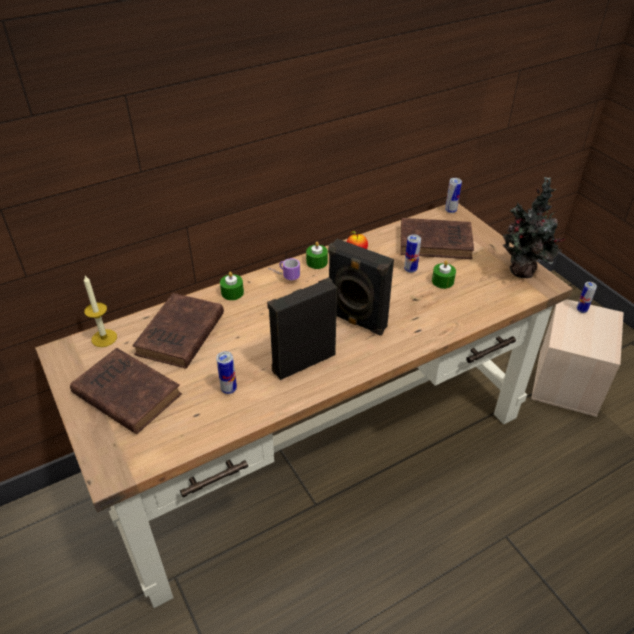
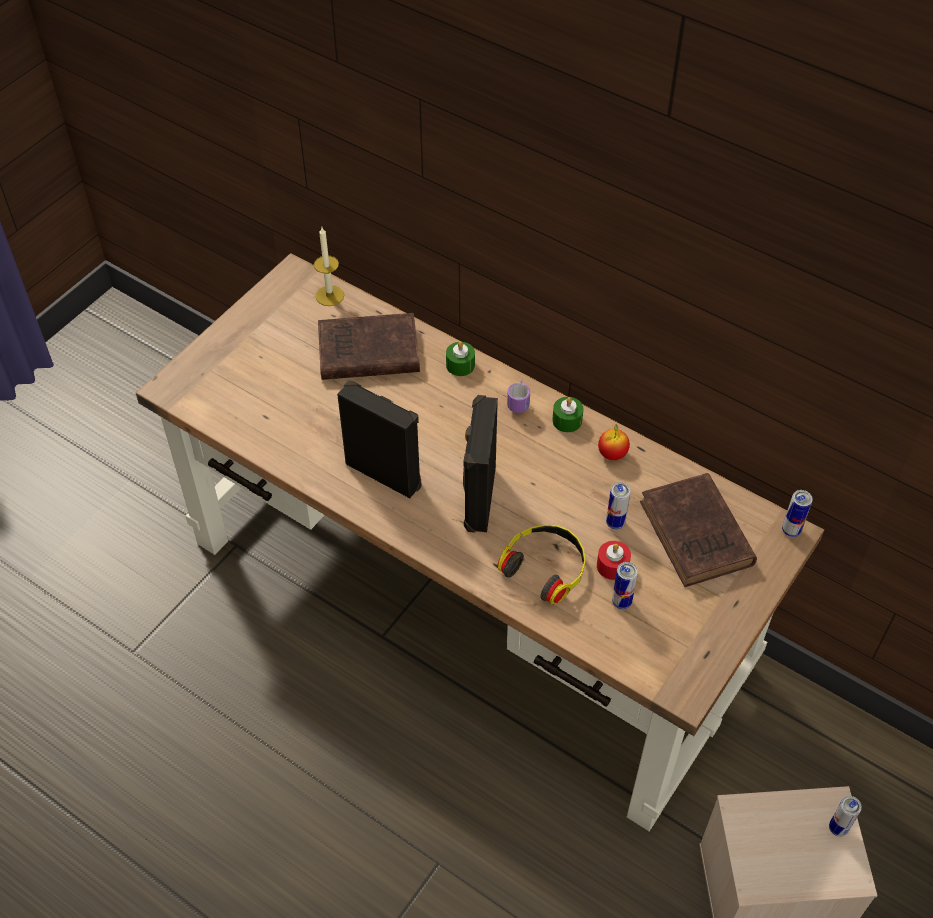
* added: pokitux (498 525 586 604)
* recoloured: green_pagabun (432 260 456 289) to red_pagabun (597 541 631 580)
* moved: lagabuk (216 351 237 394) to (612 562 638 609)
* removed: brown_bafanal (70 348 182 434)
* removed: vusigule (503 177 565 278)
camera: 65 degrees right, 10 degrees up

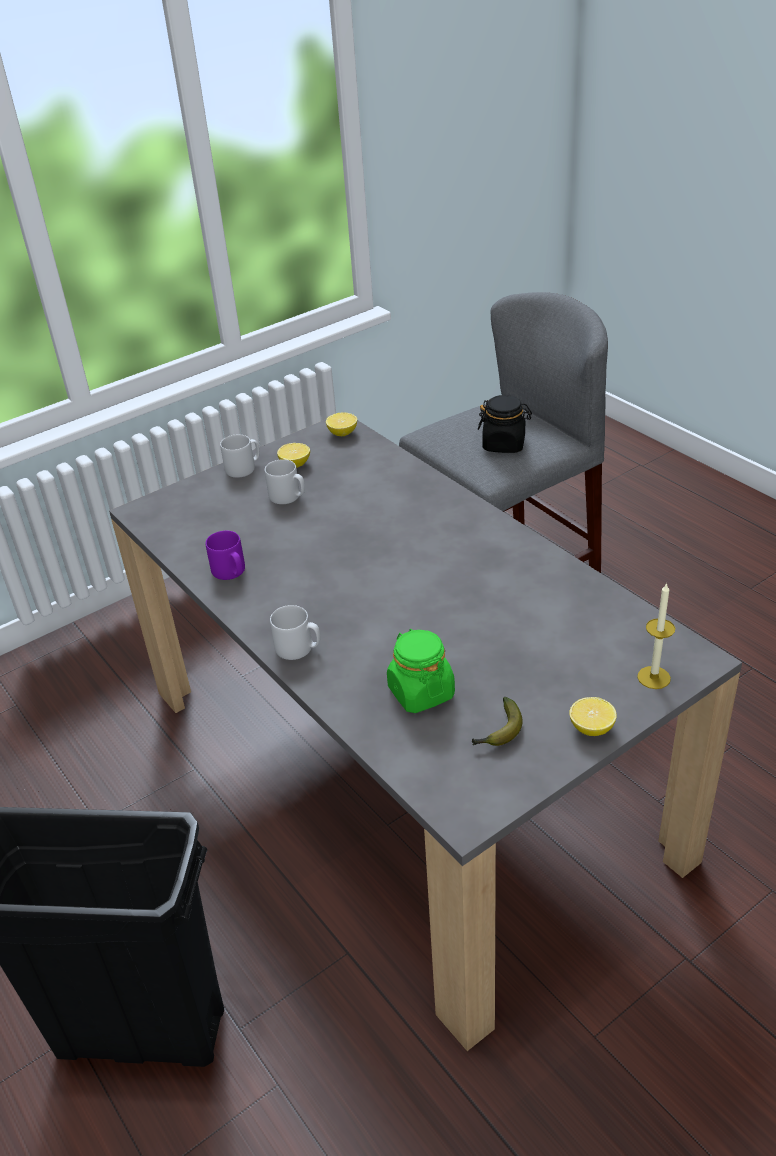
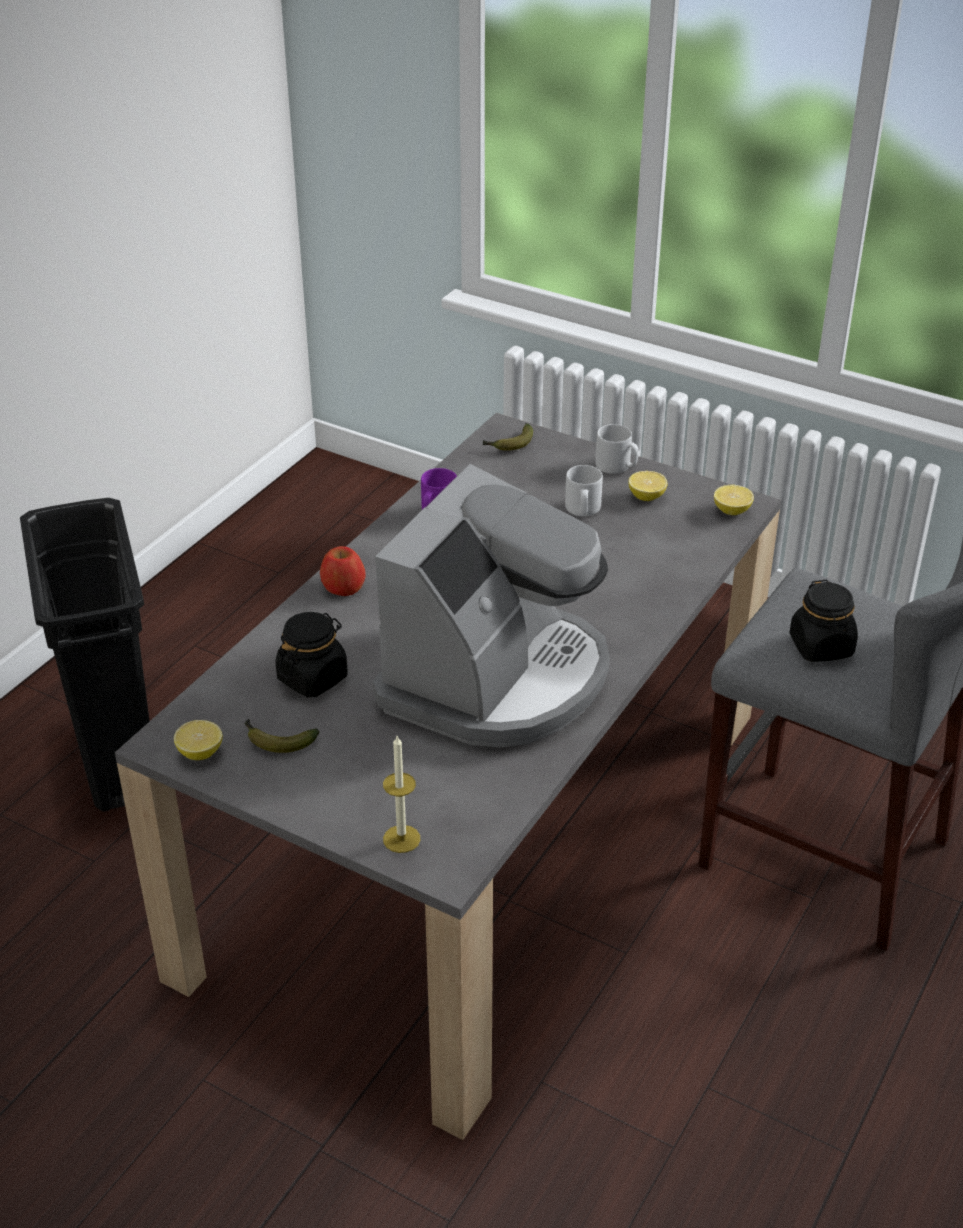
* moved: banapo (569 697 617 736) to (174 720 223 760)
* recoloured: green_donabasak (387 629 455 713) to black_donabasak (276 612 348 697)
* replaced: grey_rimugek (270 605 320 660) to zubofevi (320 546 366 596)
* added: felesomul (373 464 610 747)
* added: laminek (482 423 533 451)
camera: 65 degrees right, 0 degrees up

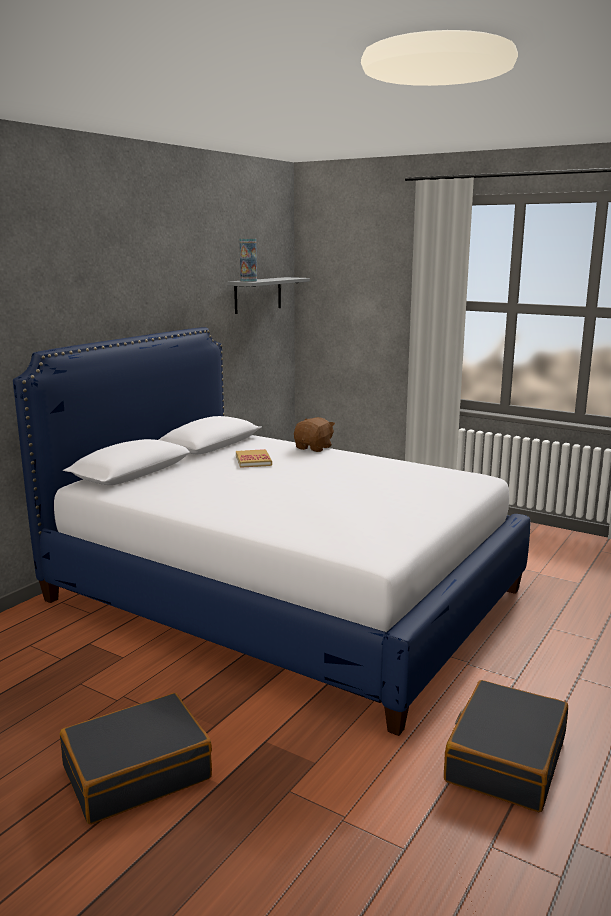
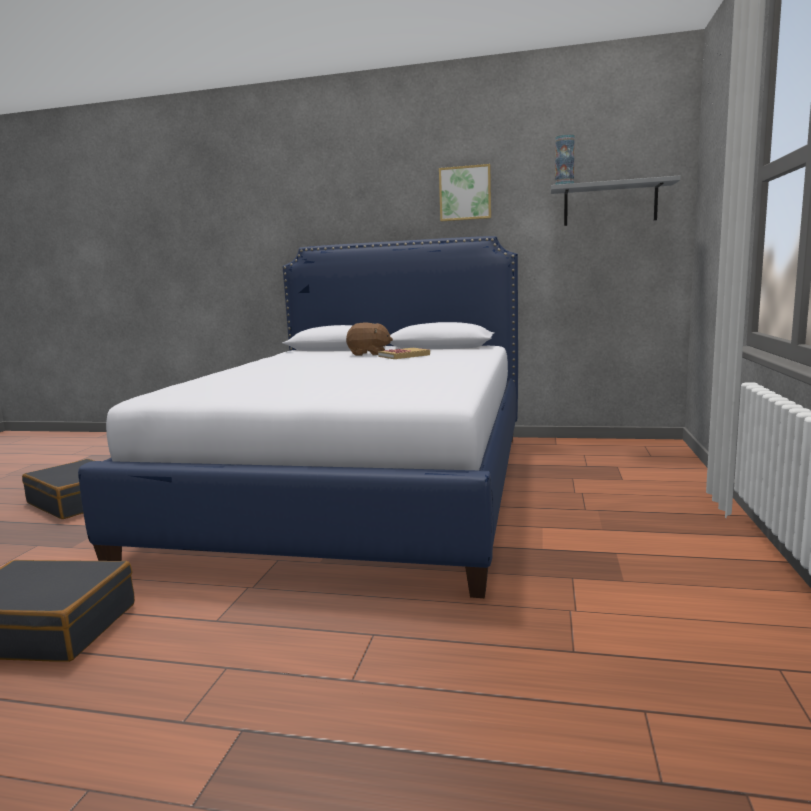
* moved: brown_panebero (294 417 335 452) to (346 322 393 356)
* added: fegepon (439 164 491 221)
camera: 70 degrees right, 5 degrees down

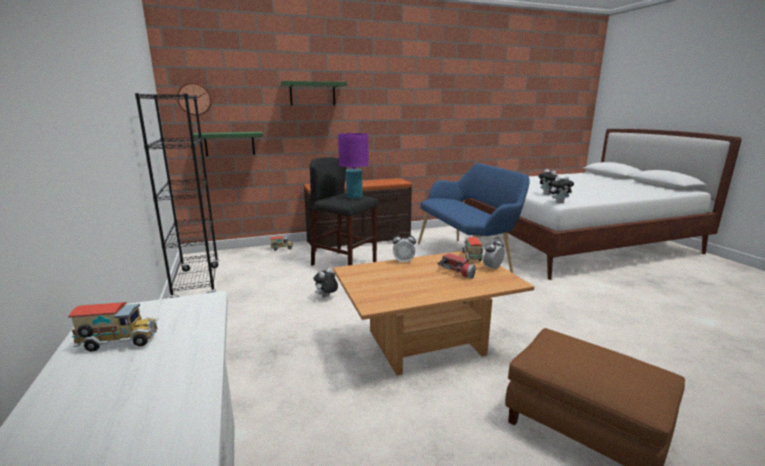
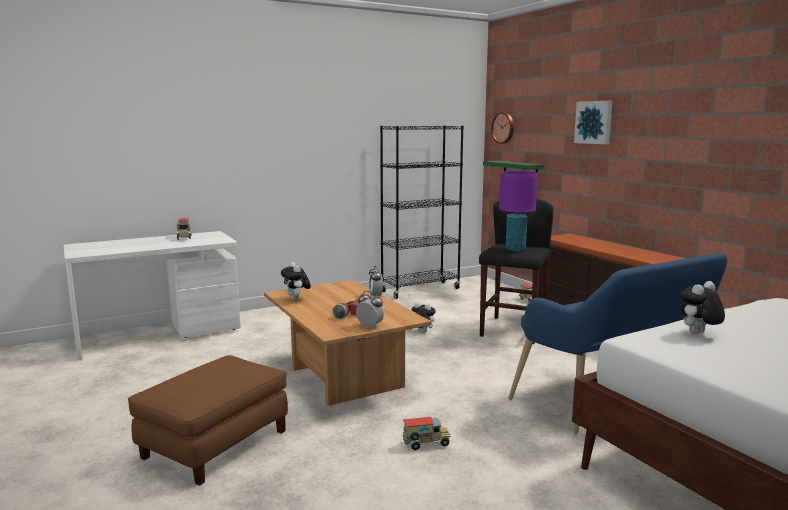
* moved: panebero (549 176 574 203) to (281 262 311 300)
* moved: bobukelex (462 237 483 262) to (403 417 451 450)
* replaced: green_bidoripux (281 81 347 106) to fegepon (574 101 612 144)
camera: 80 degrees right, 5 degrees down

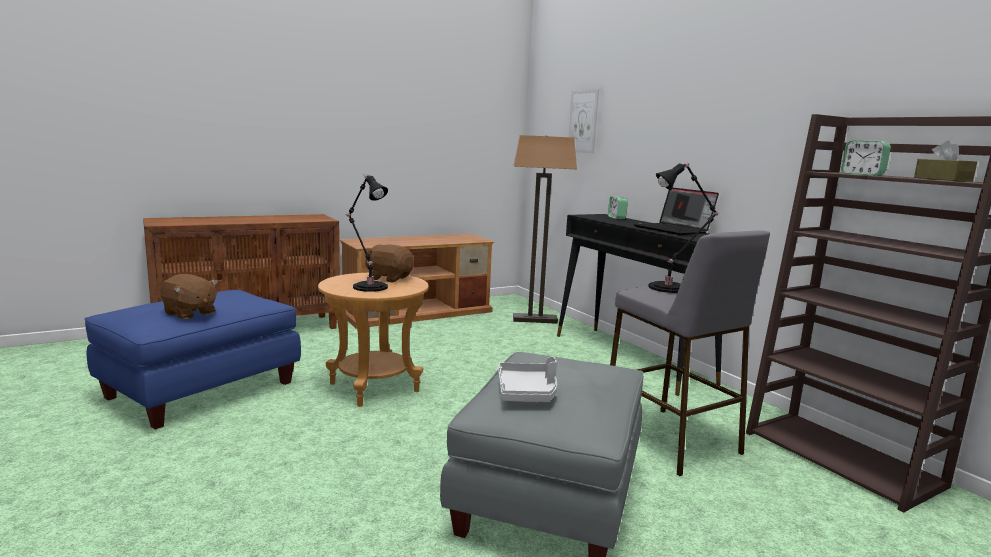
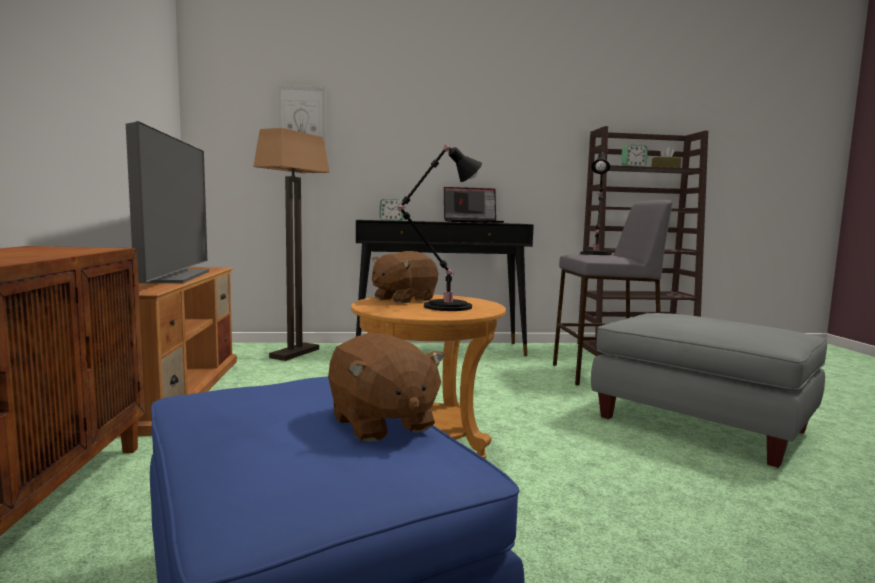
* added: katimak (126 121 209 283)
* turned: brown_panebero (160 274 218 320) = (328 333 445 442) 90 degrees clockwise
* removed: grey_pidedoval (498 357 557 402)
camera: 65 degrees left, 5 degrees down

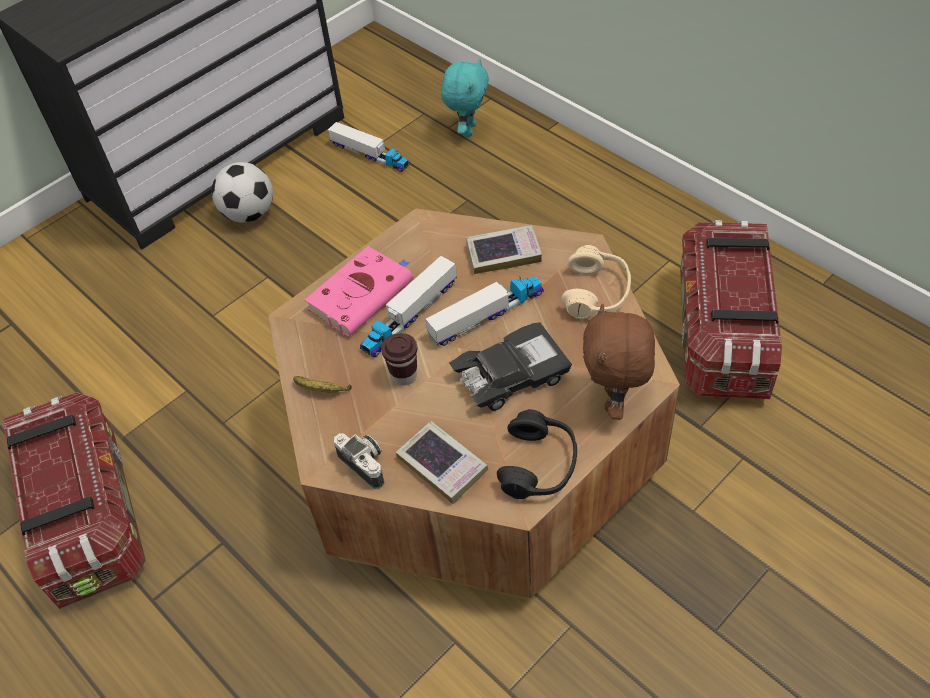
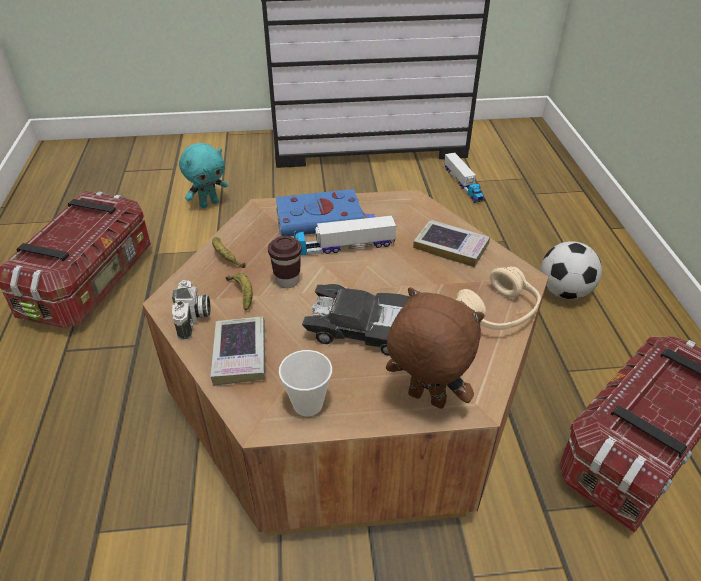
* moved: turquoise_panebero (441 59 489 137) to (179 143 228 208)
* added: laminek (226 273 253 311)
* recoloured: pink_bafanal (305 246 413 337) to blue_bafanal (276 189 375 236)
* replaced: black_pokitux (497 409 577 499) to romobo (279 350 332 416)
* turned: brown_panebero (583 304 655 420) = (386 287 484 409) 75 degrees clockwise
* moved: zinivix (212 162 273 223) to (541 241 602 299)
* removed: bobukelex (425 276 544 346)
camera: 35 degrees right, 10 degrees down

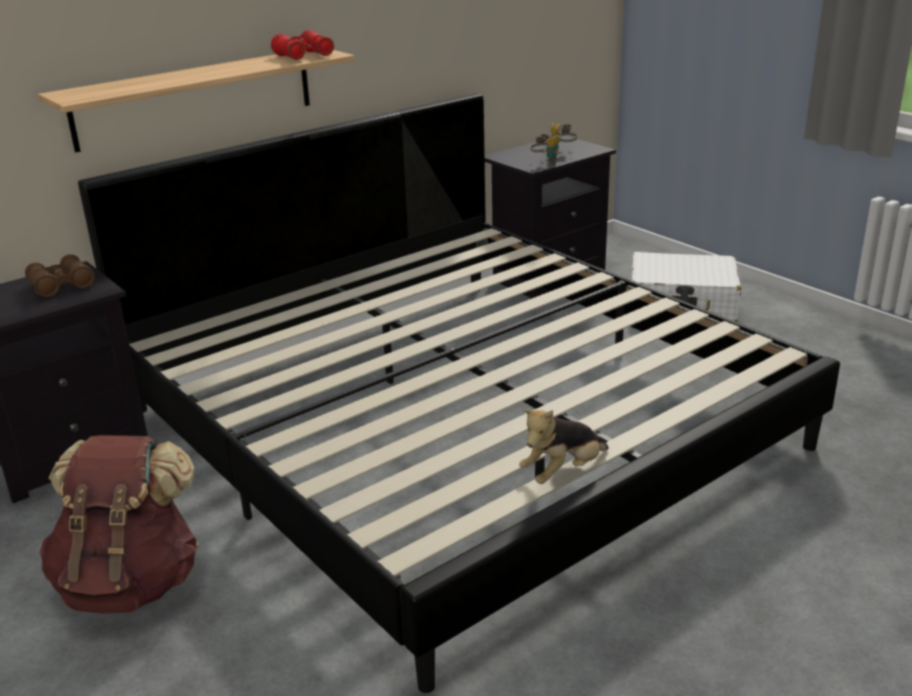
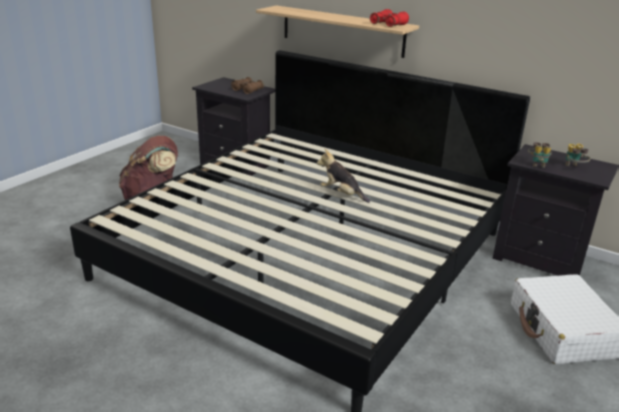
* moved: panebero (519 409 609 484) to (317 149 370 203)
camera: 70 degrees right, 0 degrees up

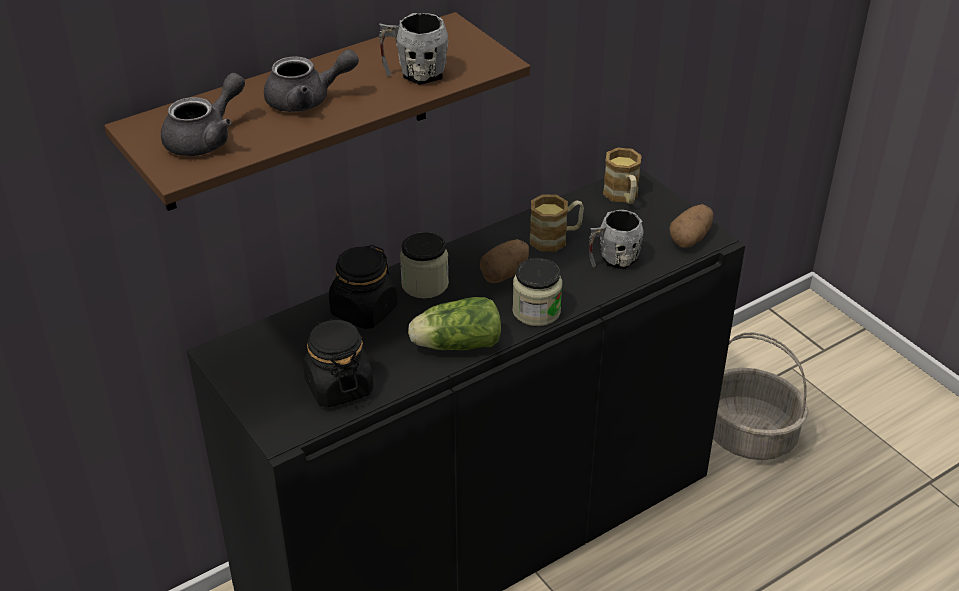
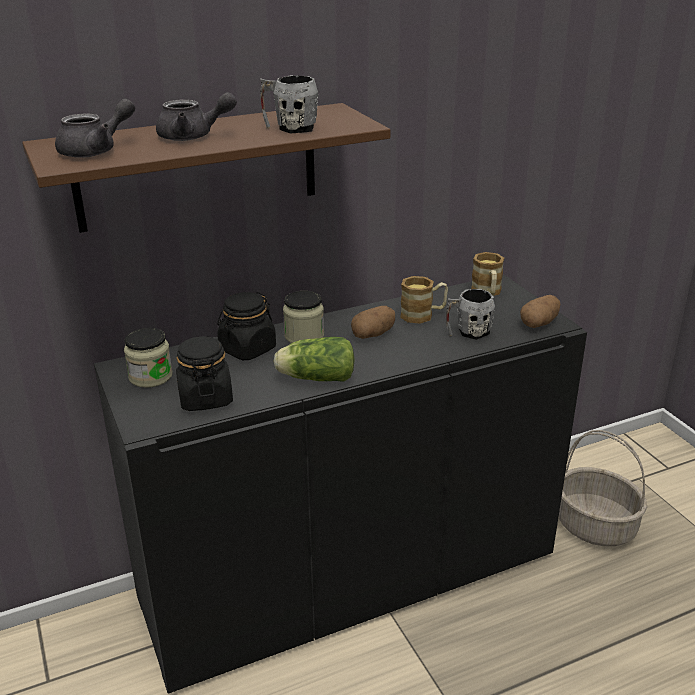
* moved: donabasak (512 258 562 326) to (124 328 173 388)
camera: 10 degrees right, 10 degrees down

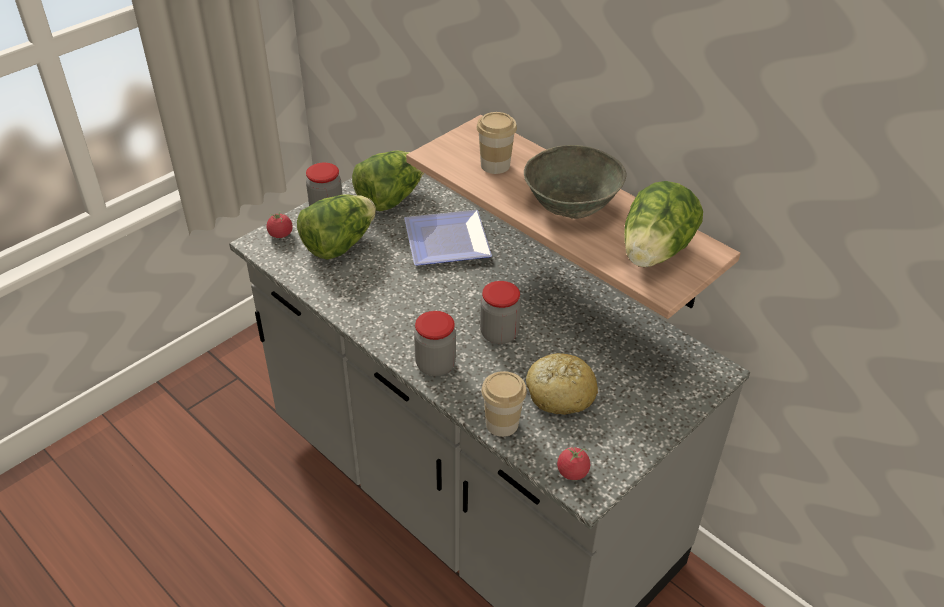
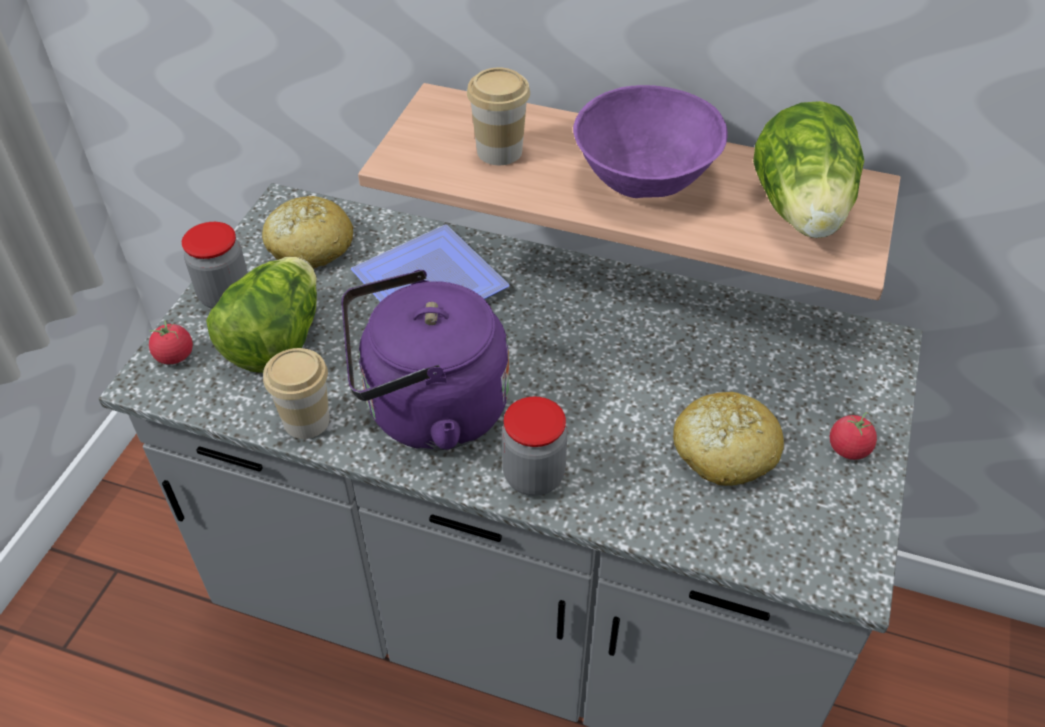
* replaced: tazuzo (352 151 424 211) to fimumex (262 196 353 268)
* moved: romobo (481 371 527 437) to (263 348 330 439)
* added: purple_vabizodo (342 270 509 451)
* recoloured: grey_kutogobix (524 145 627 219) to purple_kutogobix (573 85 727 198)
* moved: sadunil (557 447 590 480) to (830 412 877 460)
* removed: donabasak (480 281 521 344)
camera: 25 degrees left, 5 degrees up

